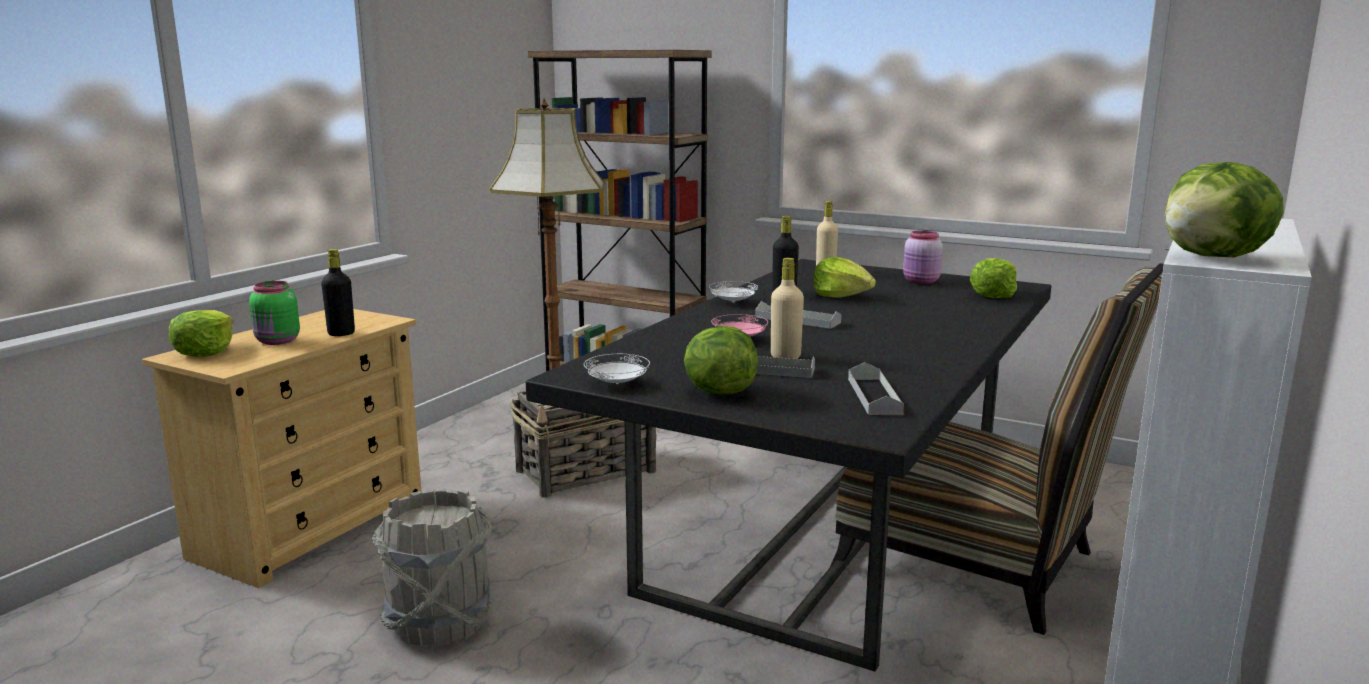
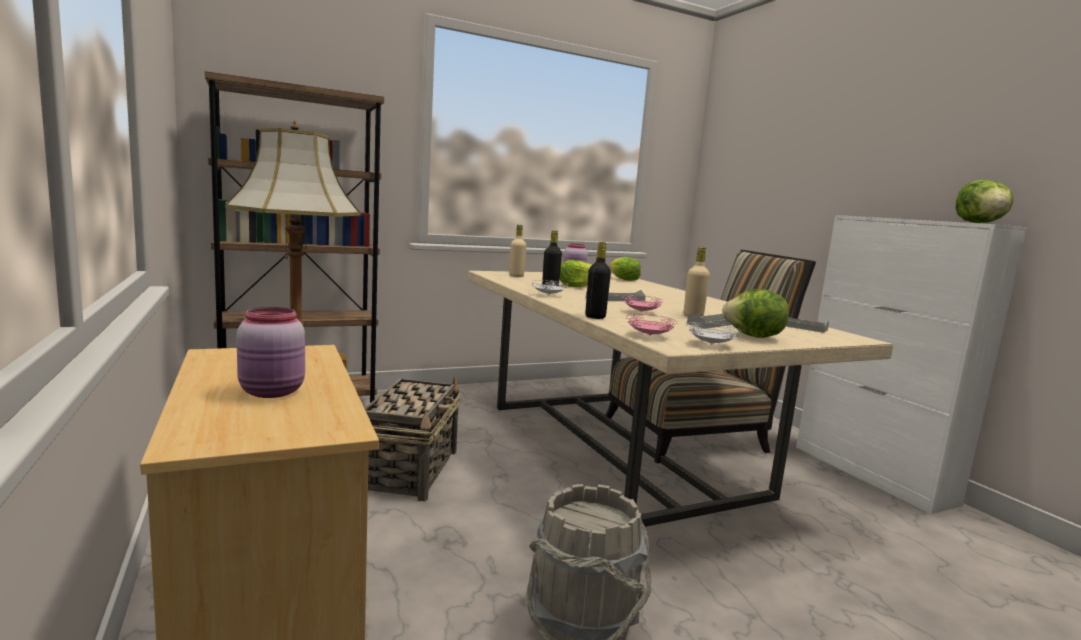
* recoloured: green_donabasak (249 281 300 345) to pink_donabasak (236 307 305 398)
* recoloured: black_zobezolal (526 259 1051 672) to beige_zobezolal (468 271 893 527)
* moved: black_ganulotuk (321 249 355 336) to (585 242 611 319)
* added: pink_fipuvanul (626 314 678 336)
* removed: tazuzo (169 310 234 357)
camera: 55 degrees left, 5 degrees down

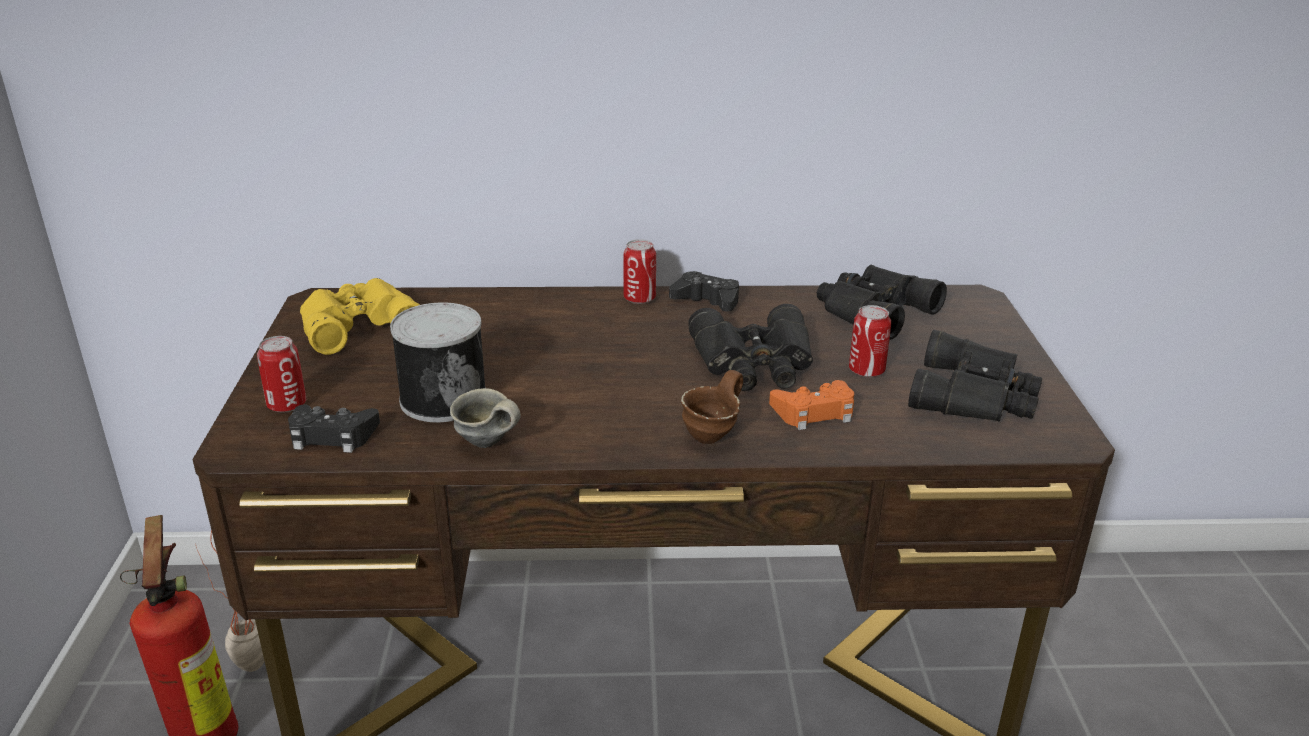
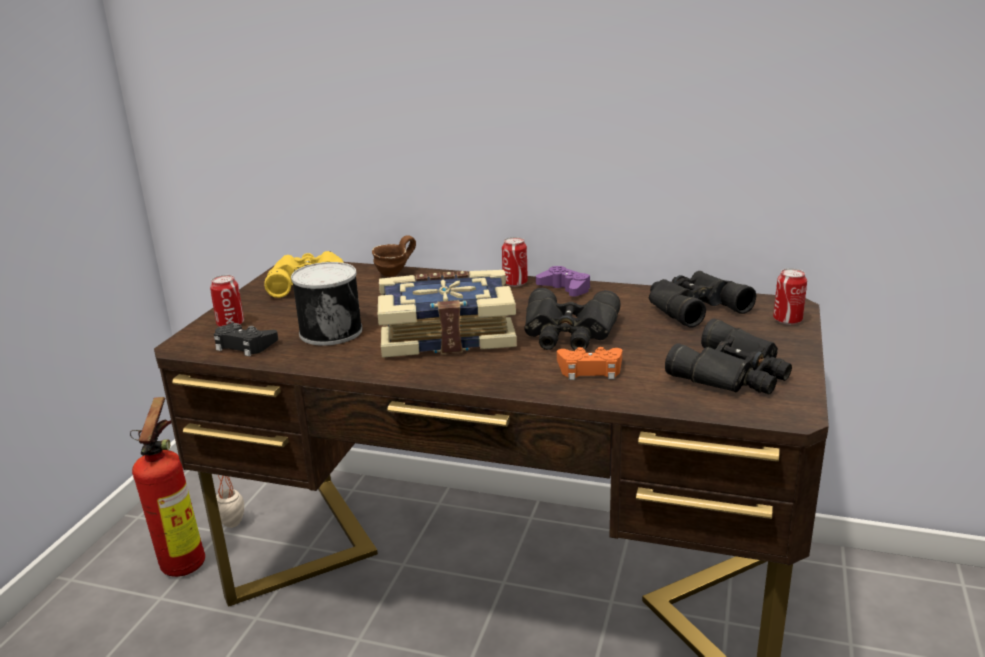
* moved: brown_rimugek (681 370 743 444) to (372 235 416 277)
* added: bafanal (378 270 517 358)
* recoloured: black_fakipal (669 271 739 312) to purple_fakipal (536 266 590 297)
* moved: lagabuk (849 305 891 377) to (773 268 807 325)
* removed: grey_rimugek (450 388 521 448)
camera: 20 degrees right, 5 degrees down

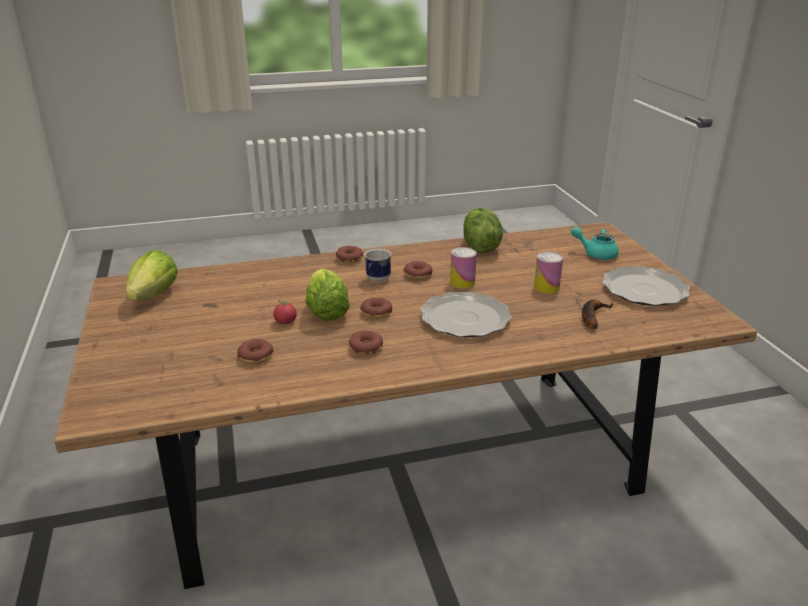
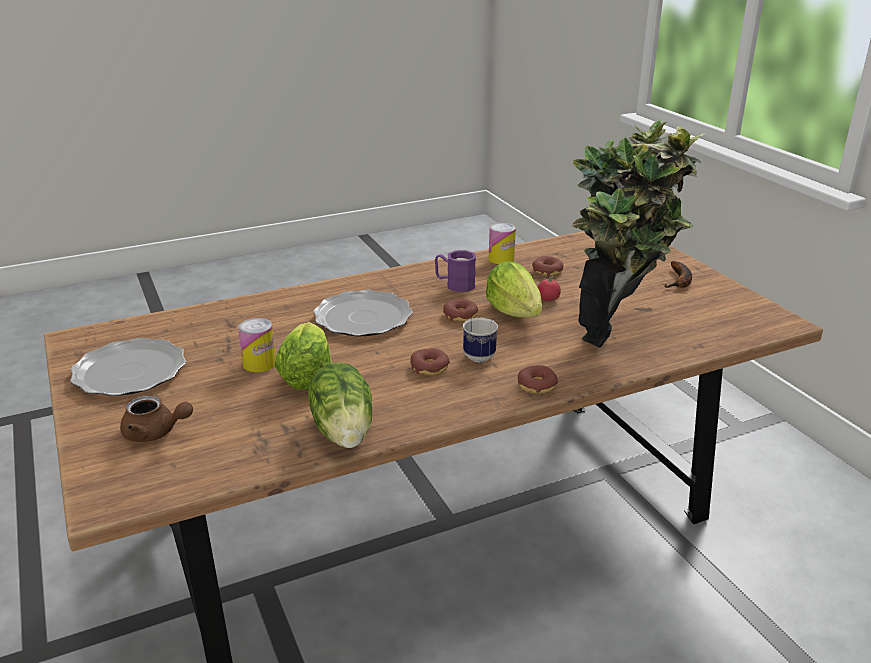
* recoloured: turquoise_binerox (571 227 619 260) to brown_binerox (120 396 193 442)
* moved: tazuzo (126 250 178 300) to (275 322 332 390)
* replaced: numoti (349 330 383 354) to purple_rimugek (435 250 476 292)
* moved: lagabuk (450 247 477 288) to (489 223 516 265)
* added: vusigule (572 120 706 347)
* moved: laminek (582 300 613 329) to (664 261 692 288)
camera: 170 degrees right, 0 degrees up

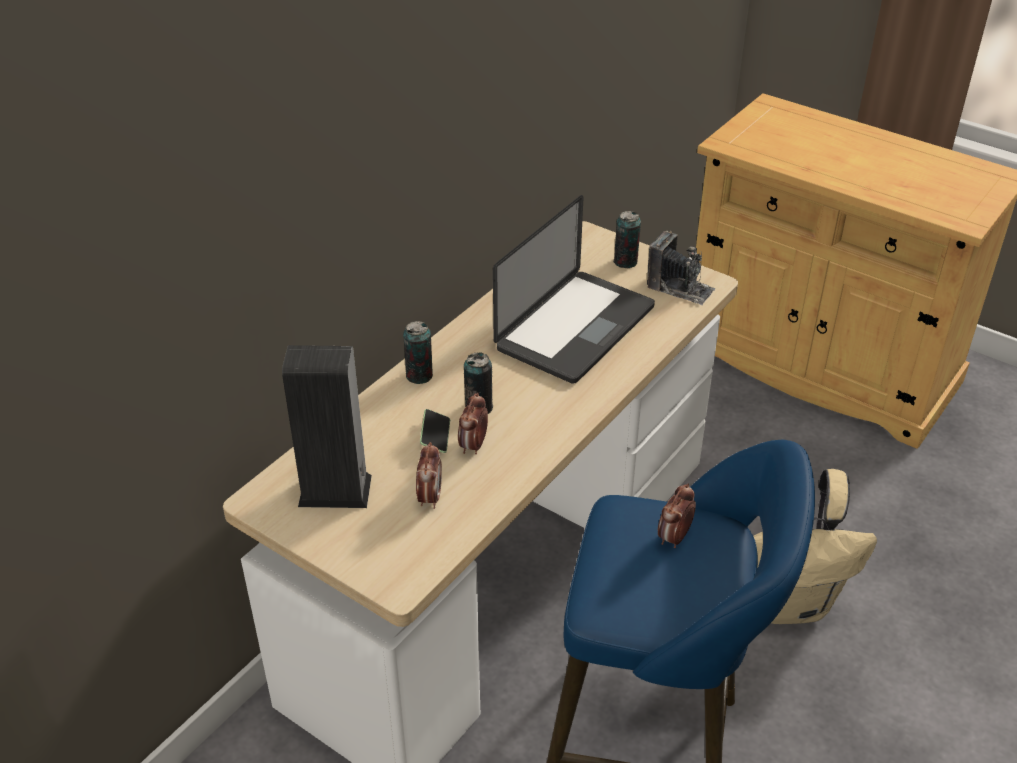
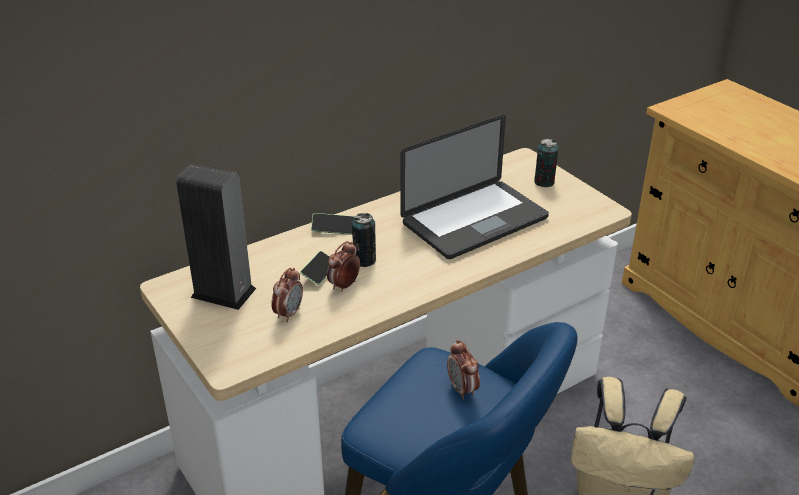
* replaced: lagabuk (403 321 433 384) to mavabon (311 213 355 235)
* turned: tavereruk (658 483 696 548) = (447 340 480 399) 75 degrees counterclockwise
* removed: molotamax (647 230 715 305)
camera: 20 degrees right, 5 degrees down

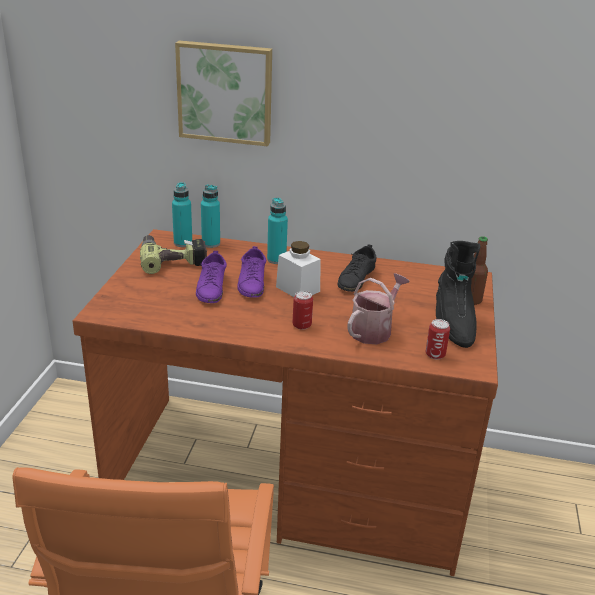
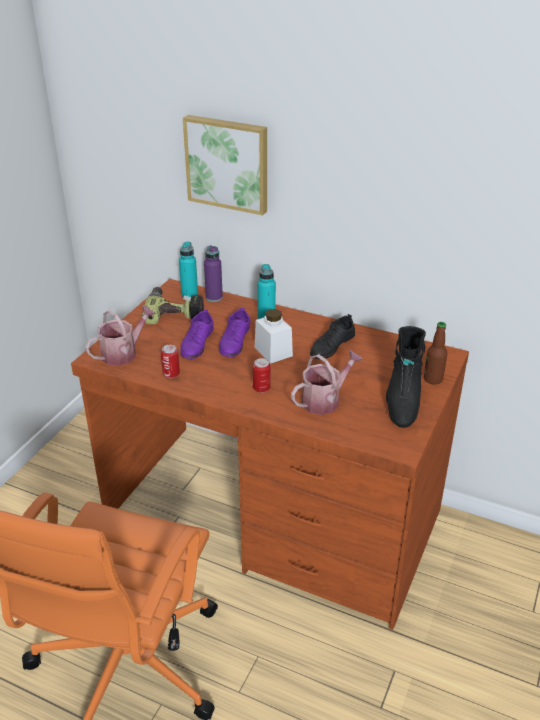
* added: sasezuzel (85 306 156 366)
* moved: lagabuk (426 319 450 359) to (161 345 180 378)
* recoloured: turquoise_ganulotuk (201 184 220 248) to purple_ganulotuk (204 245 223 302)
camera: 15 degrees right, 5 degrees up

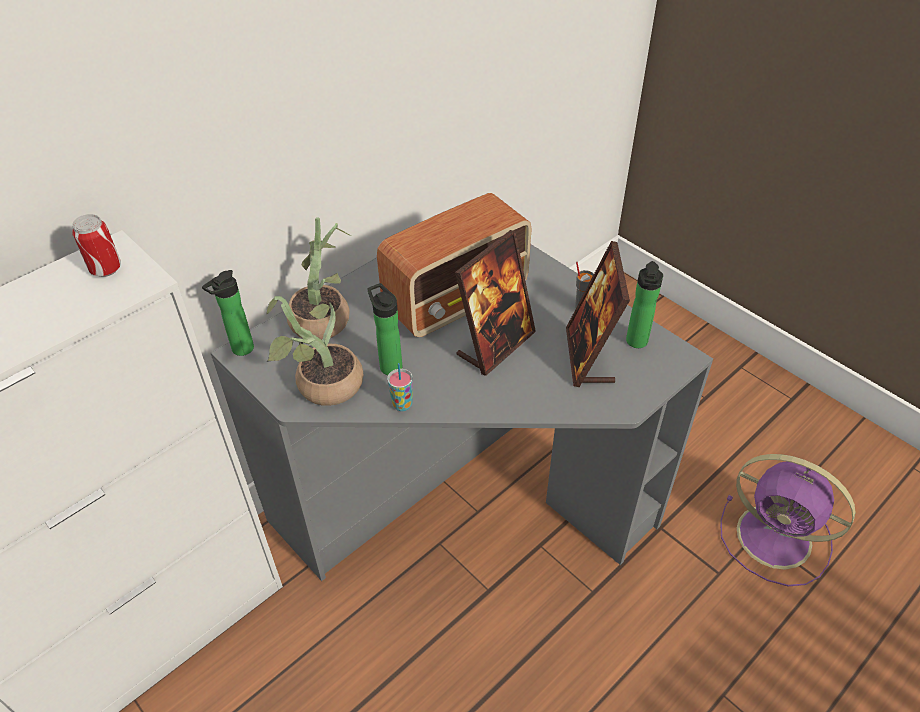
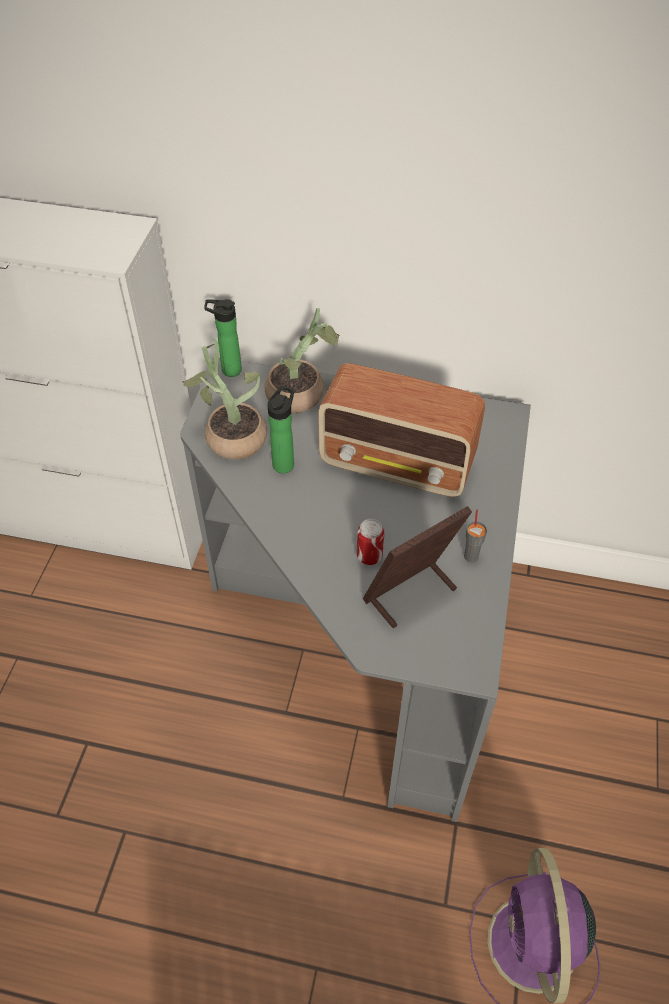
* moved: lagabuk (72 214 121 277) to (357 519 385 565)
* removed: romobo (387 363 413 411)
* removed: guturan (455 230 536 376)
* removed: ganulotuk (626 261 663 348)
camera: 55 degrees right, 5 degrees up

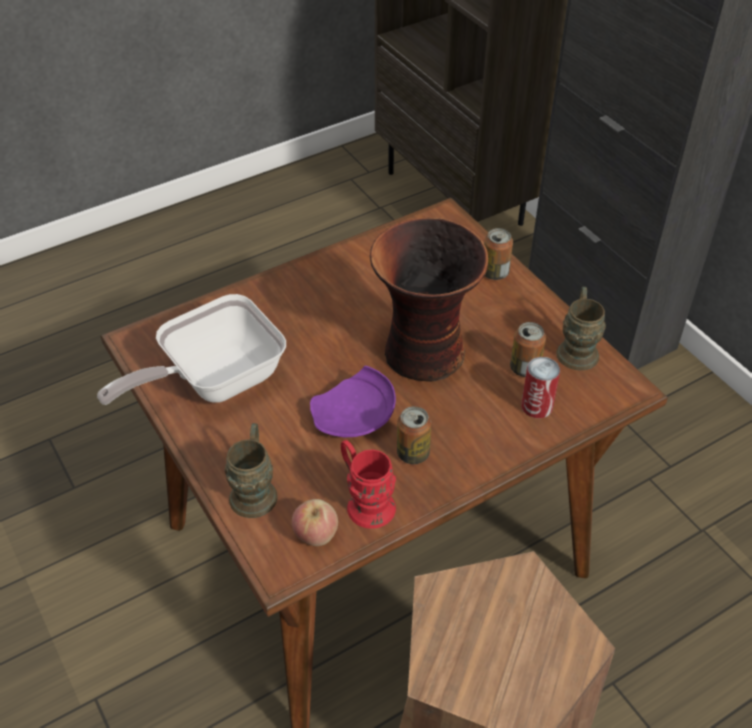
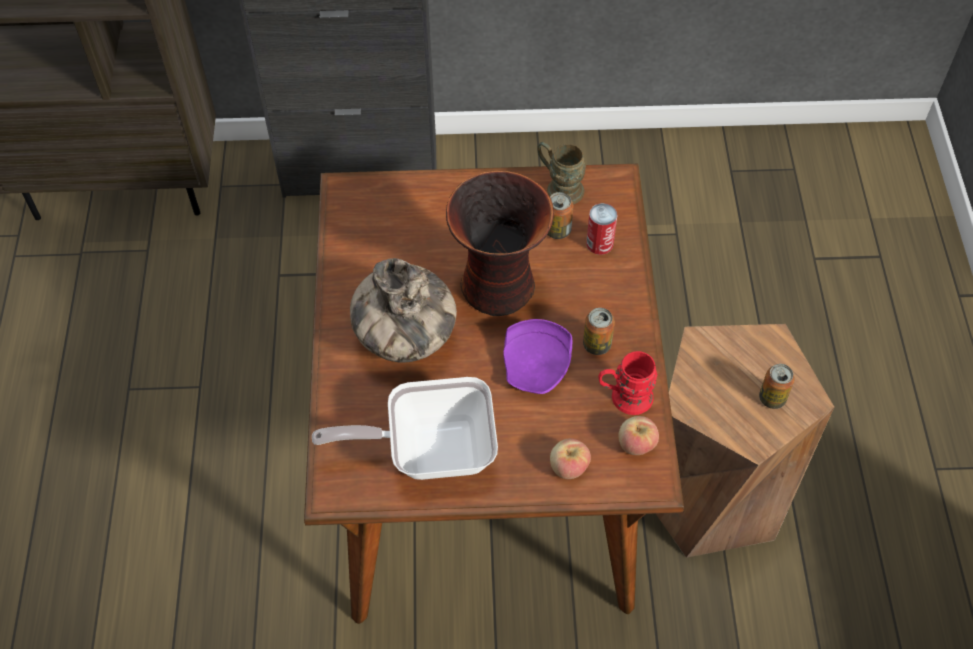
* turned: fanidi (97 294 286 405) = (312 377 498 480) 90 degrees clockwise
* added: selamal (350 258 457 363)
* replaced: brown_rimugek (225 423 278 518) to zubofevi (550 438 591 479)
* moved: lagabuk (484 228 513 280) to (759 364 795 409)
camera: 60 degrees left, 10 degrees up

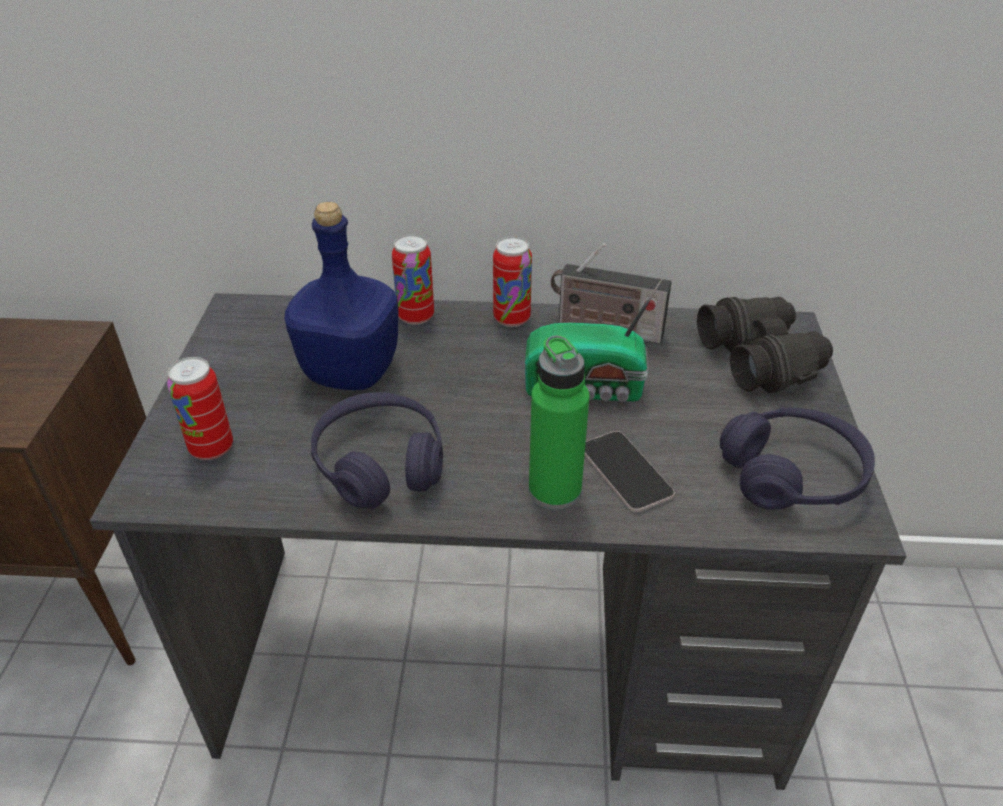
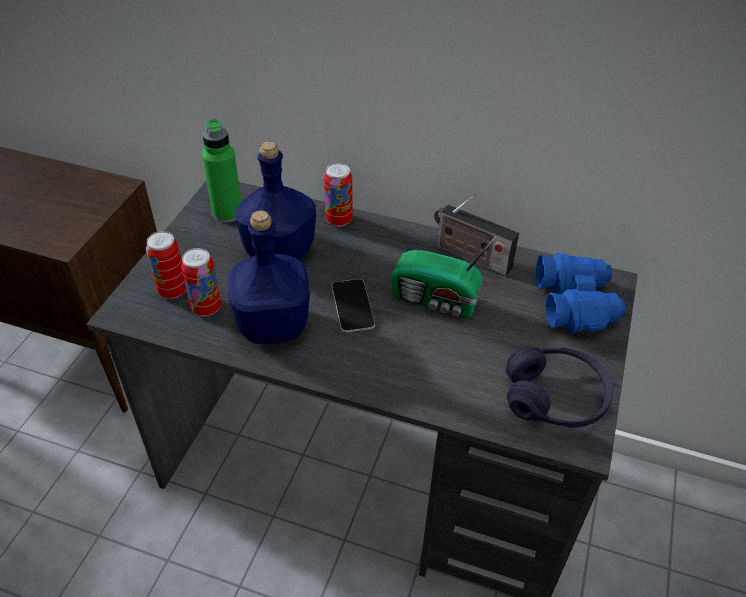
* moved: lagabuk (493 237 532 327) to (181 248 221 316)
* moved: green_ganulotuk (529 335 590 510) to (202 119 241 223)
* replaced: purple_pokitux (311 392 443 509) to blue_ganulotuk (228 211 310 344)
* moved: mavabon (585 431 675 512) to (332 279 375 332)
* recoloured: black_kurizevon (697 297 833 393) to blue_kurizevon (536 253 626 333)
camera: 15 degrees right, 5 degrees up

